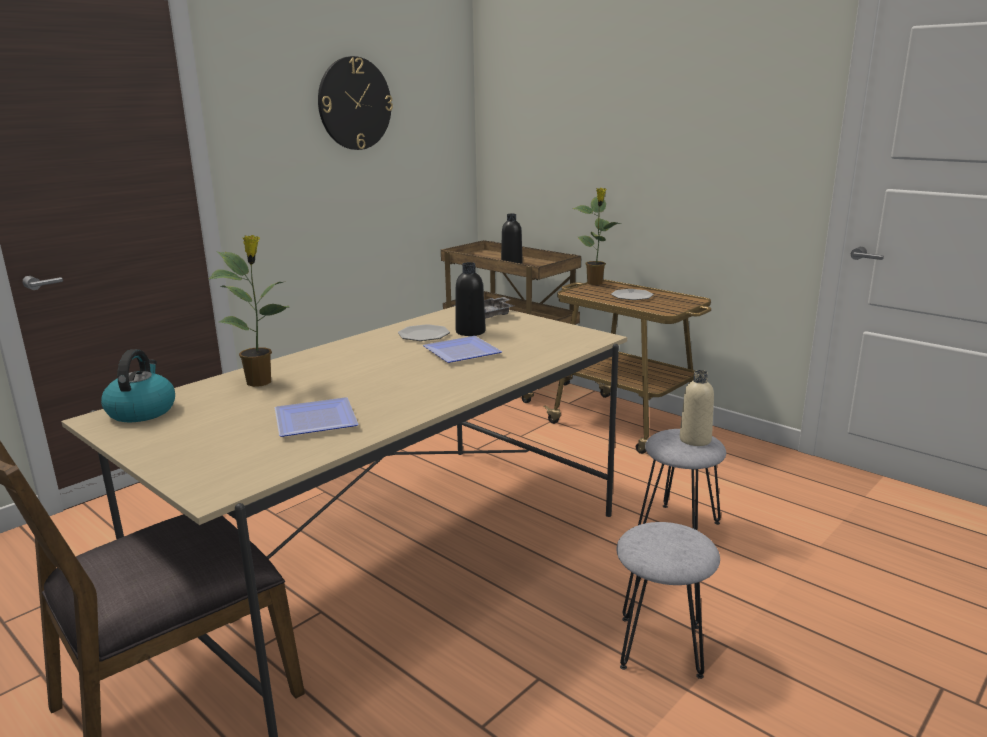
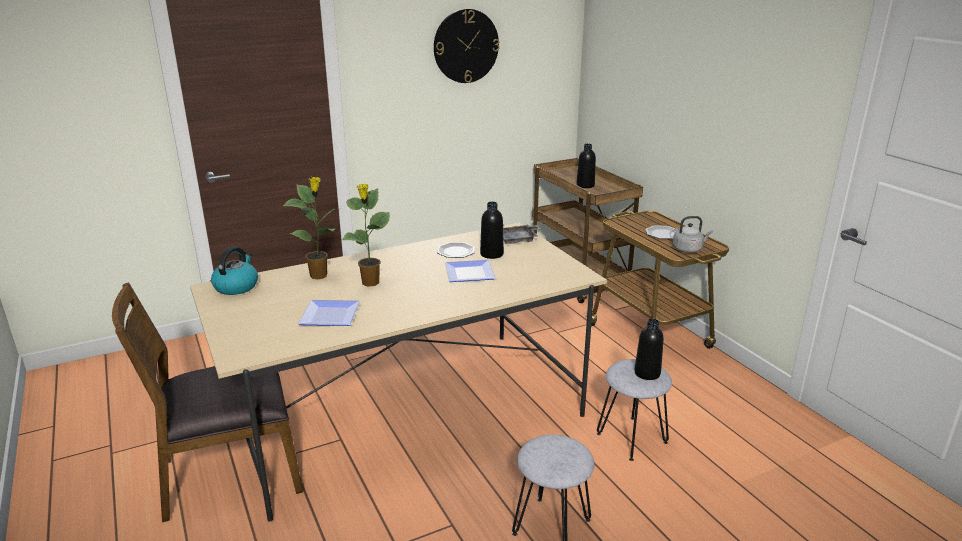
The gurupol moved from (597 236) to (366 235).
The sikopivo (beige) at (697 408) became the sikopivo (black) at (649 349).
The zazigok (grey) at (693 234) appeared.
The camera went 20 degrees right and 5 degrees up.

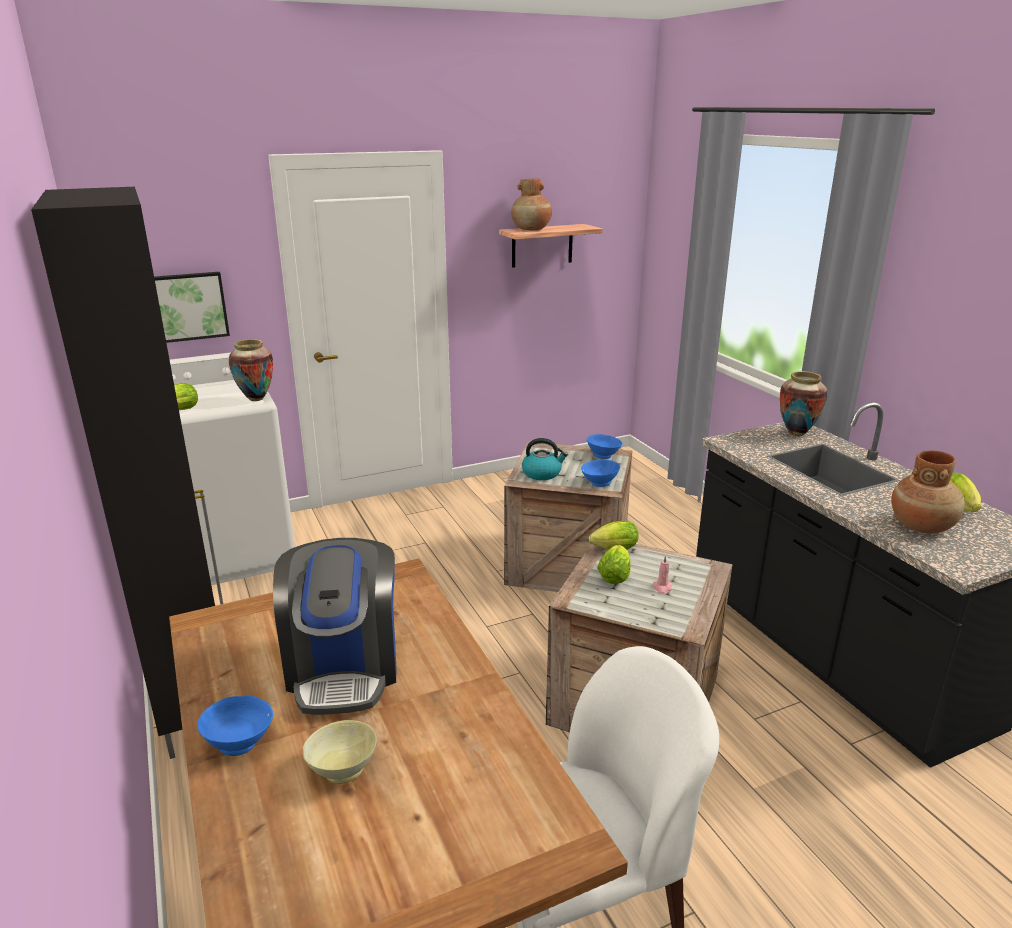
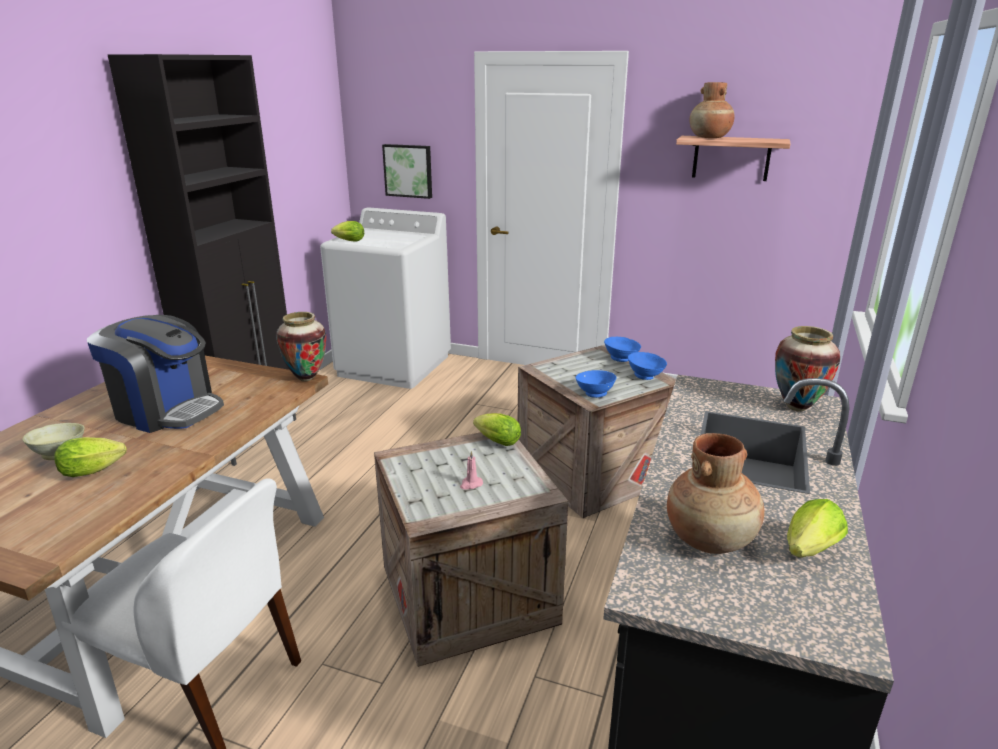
The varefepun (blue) moved from (235 726) to (622 349).
The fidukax moved from (251 370) to (301 346).
The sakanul at (334 626) turned 105 degrees counterclockwise.
The zazigok at (545 459) disappeared.
The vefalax moved from (613 564) to (90 457).
The camera went 45 degrees right and 0 degrees up.

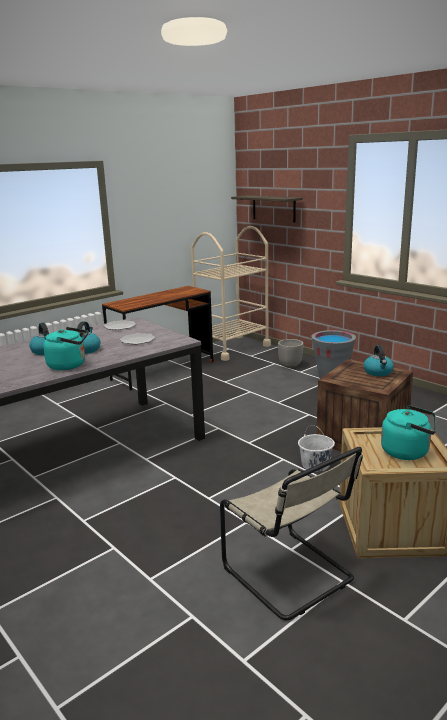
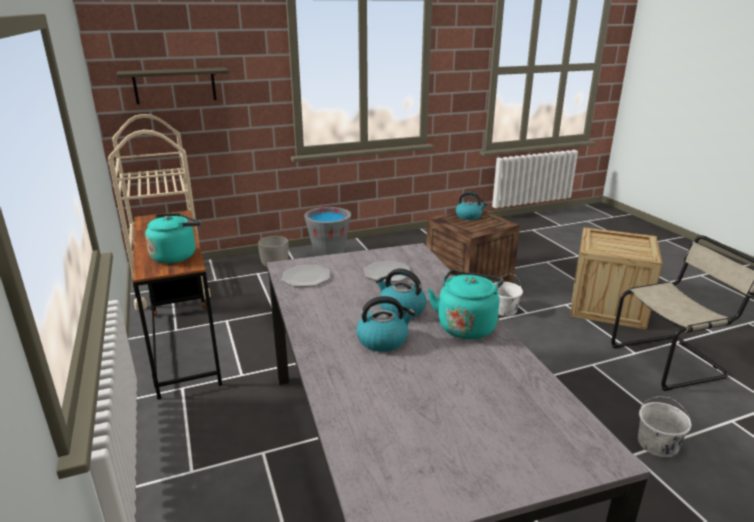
The zazigok (turquoise) moved from (408 432) to (173 238).
The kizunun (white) at (665 427) appeared.
The camera went 70 degrees left and 5 degrees up.

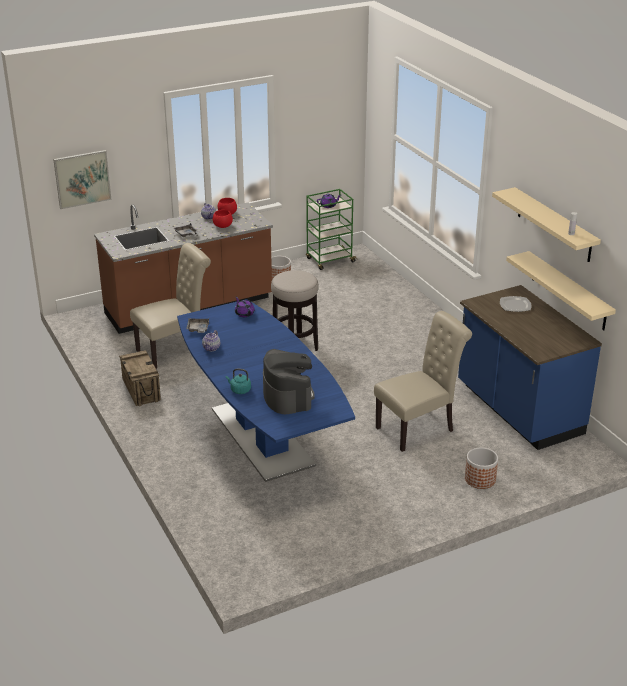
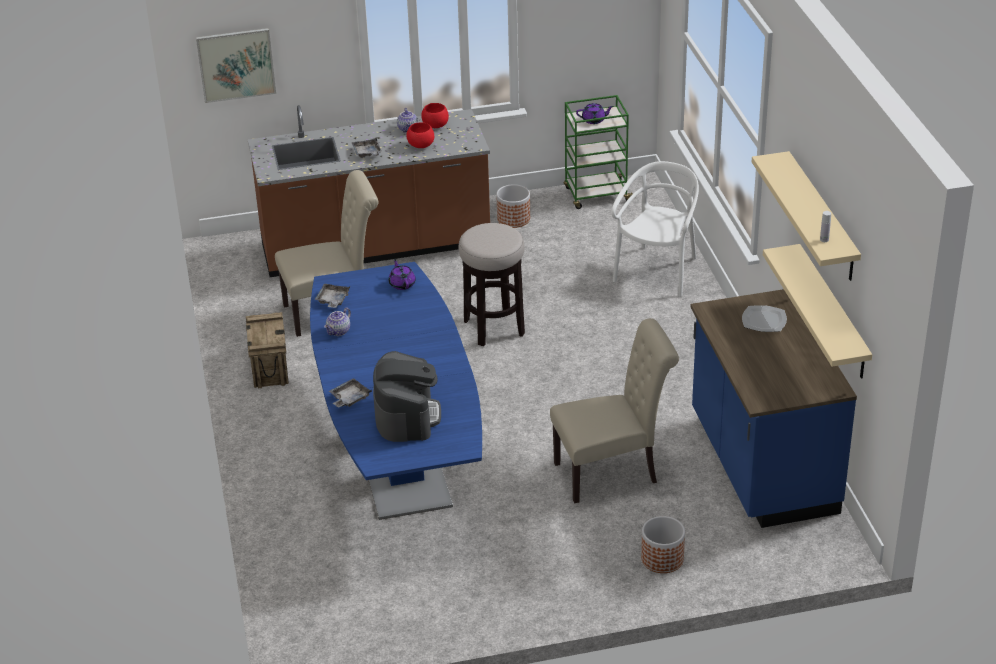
The zazigok (turquoise) at (238 381) was replaced by the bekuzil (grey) at (350 393).
The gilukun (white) at (655 229) appeared.
The camera went 15 degrees right and 5 degrees up.

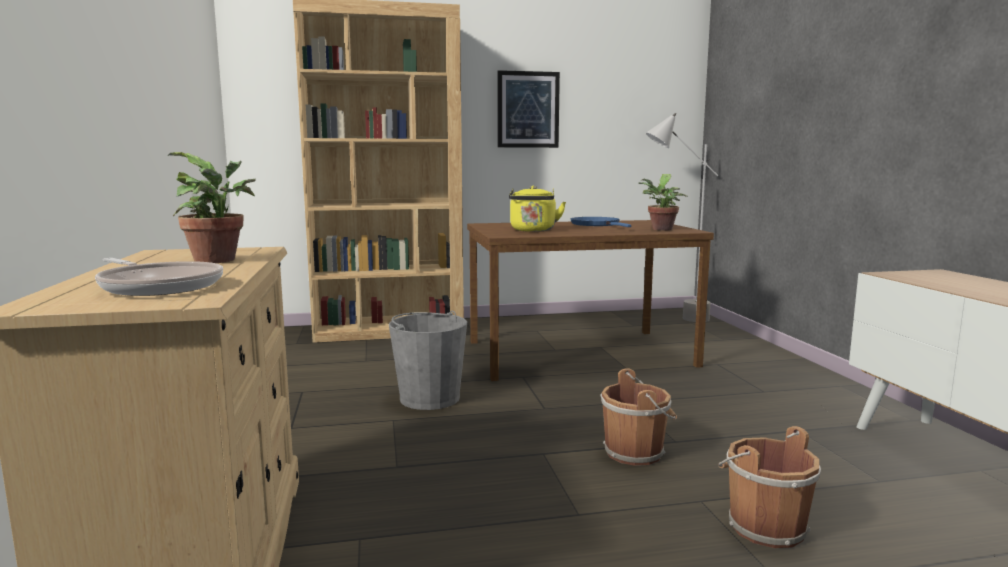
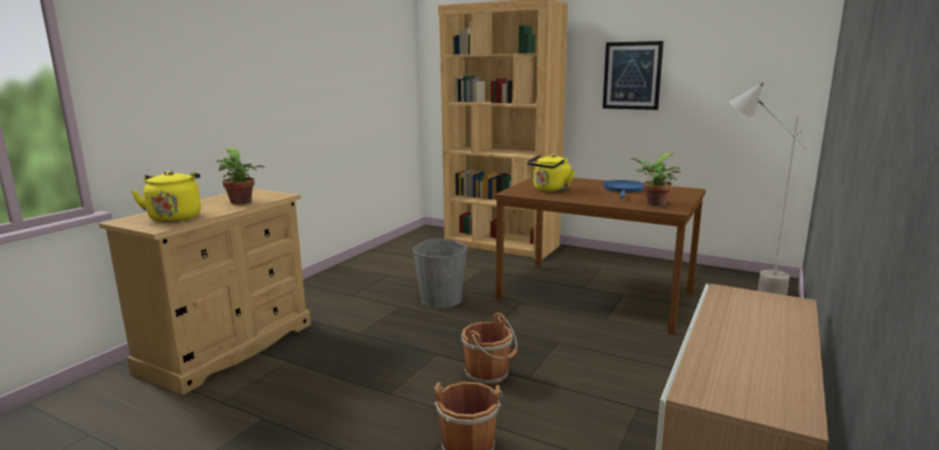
The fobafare at (159 277) was replaced by the zazigok (yellow) at (166 196).
The camera went 40 degrees right and 5 degrees up.

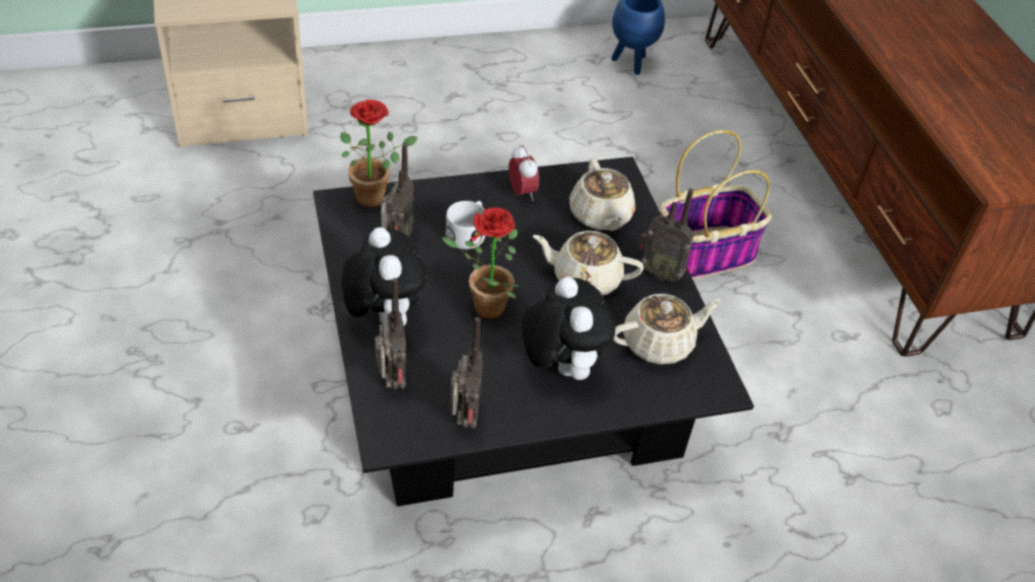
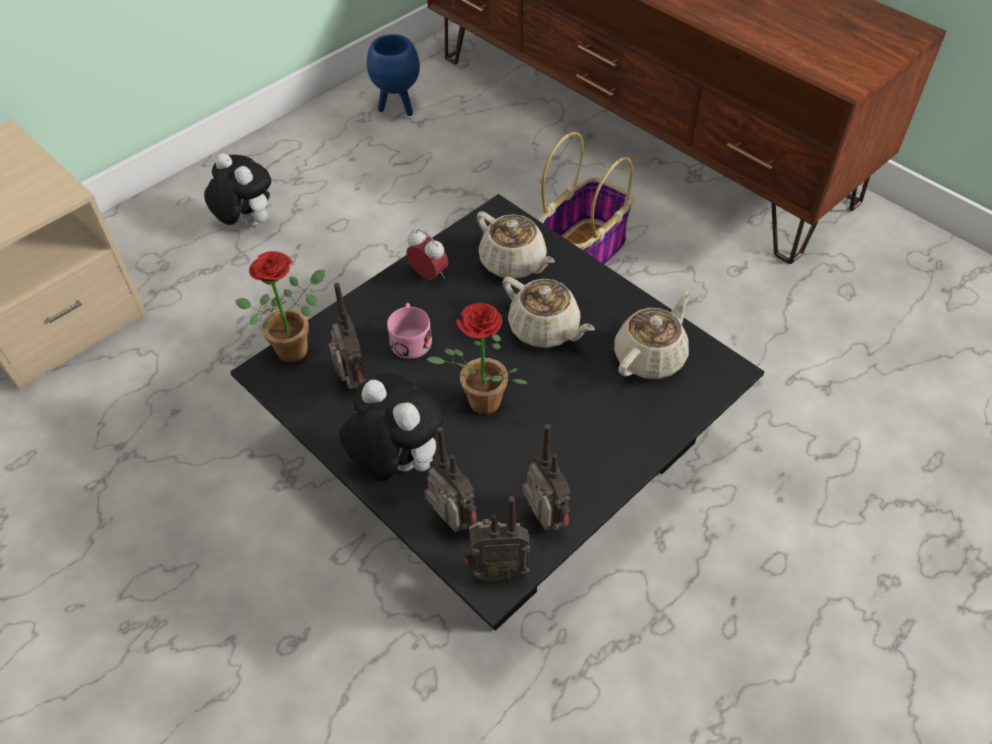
The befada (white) at (465 225) became the befada (pink) at (409 331).
The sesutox moved from (568 328) to (237 190).
The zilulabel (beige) at (588 263) turned 120 degrees counterclockwise.
The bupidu moved from (666 235) to (497 539).
The camera went 25 degrees left and 5 degrees up.

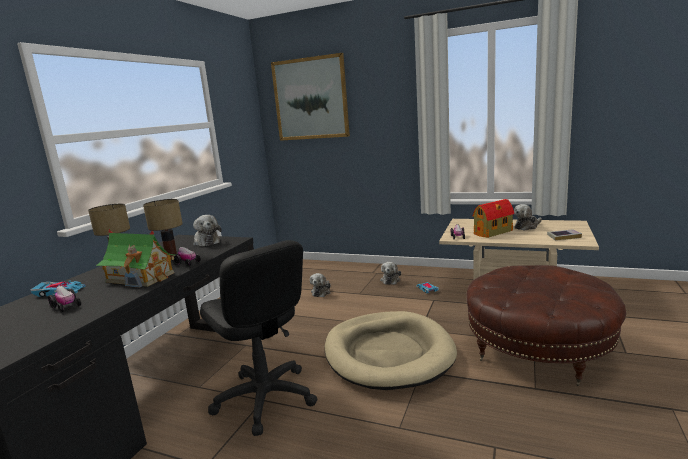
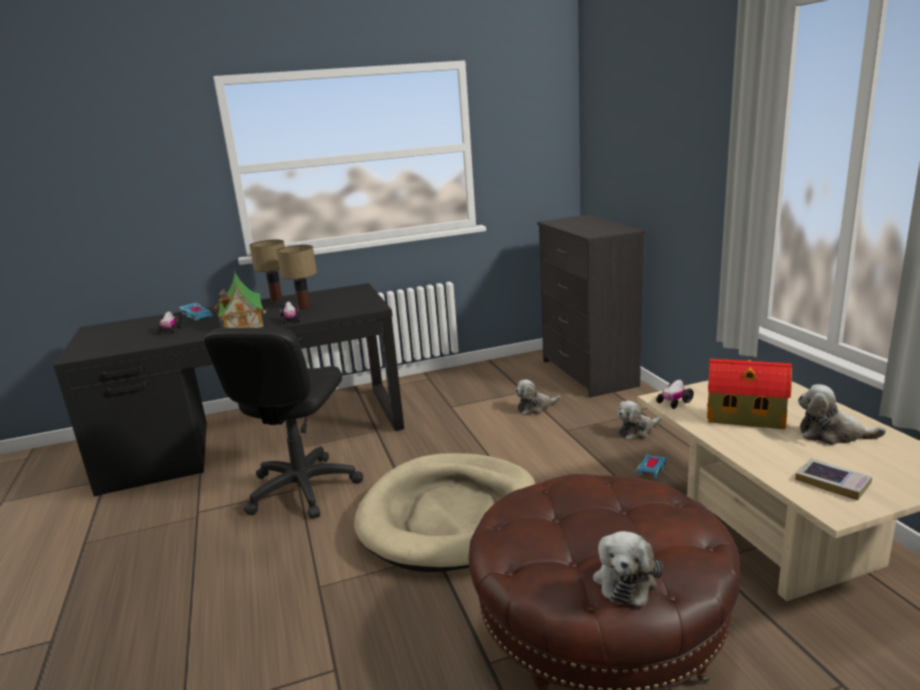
The sesutox moved from (207 231) to (628 568).
The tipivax at (310 97) disappeared.
The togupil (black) at (591 306) appeared.
The camera went 50 degrees right and 5 degrees up.

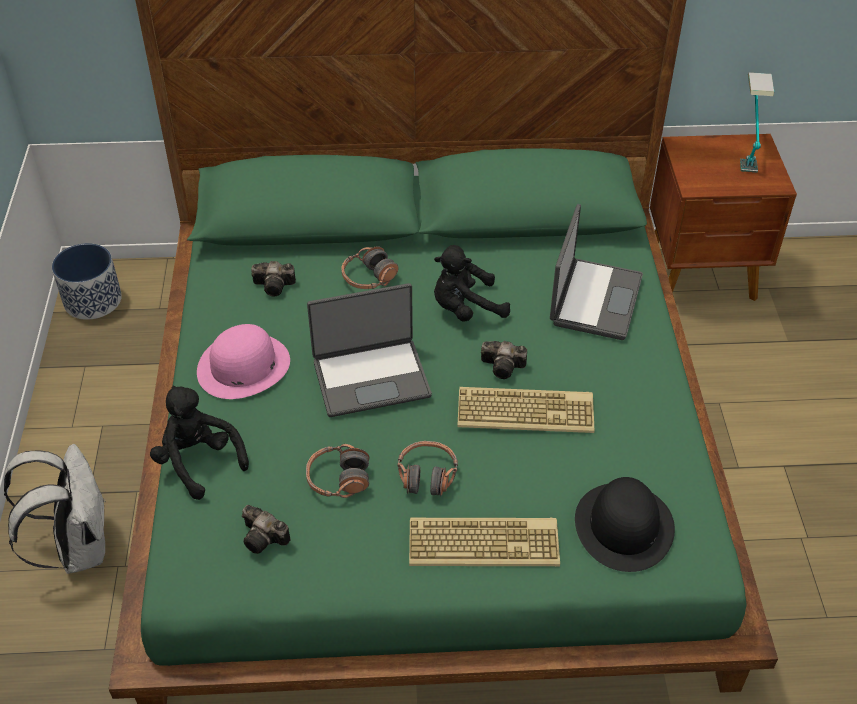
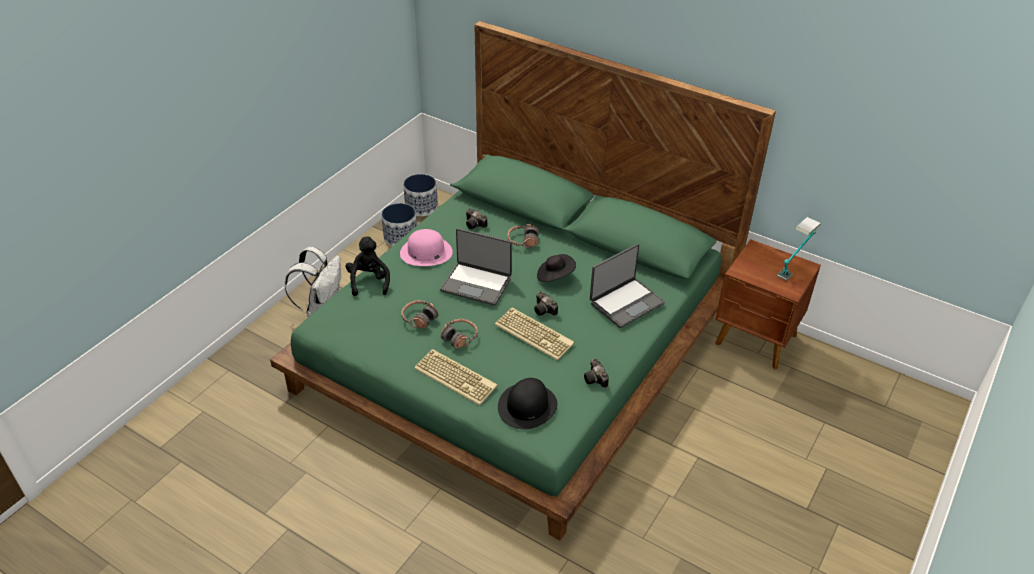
The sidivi moved from (266 529) to (596 373).
The sesutox (black) at (472 283) was replaced by the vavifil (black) at (556 268).
The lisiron at (399 224) appeared.
The camera went 35 degrees right and 5 degrees down.

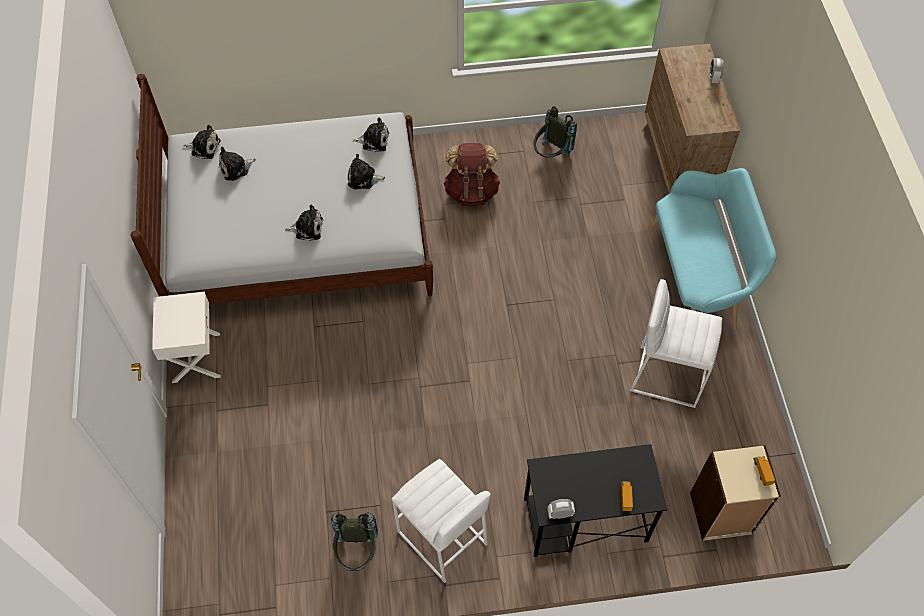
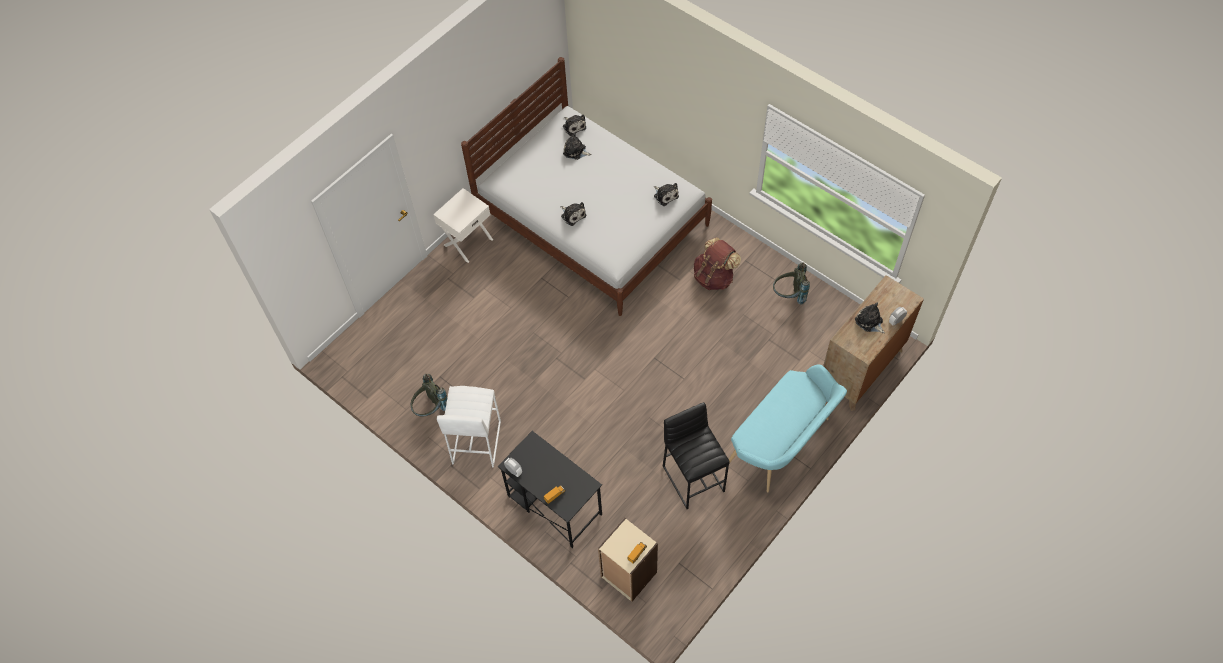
The sesutox moved from (366 171) to (870 317).
The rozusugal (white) at (676 343) became the rozusugal (black) at (696 455).
The camera went 50 degrees right and 0 degrees up.

